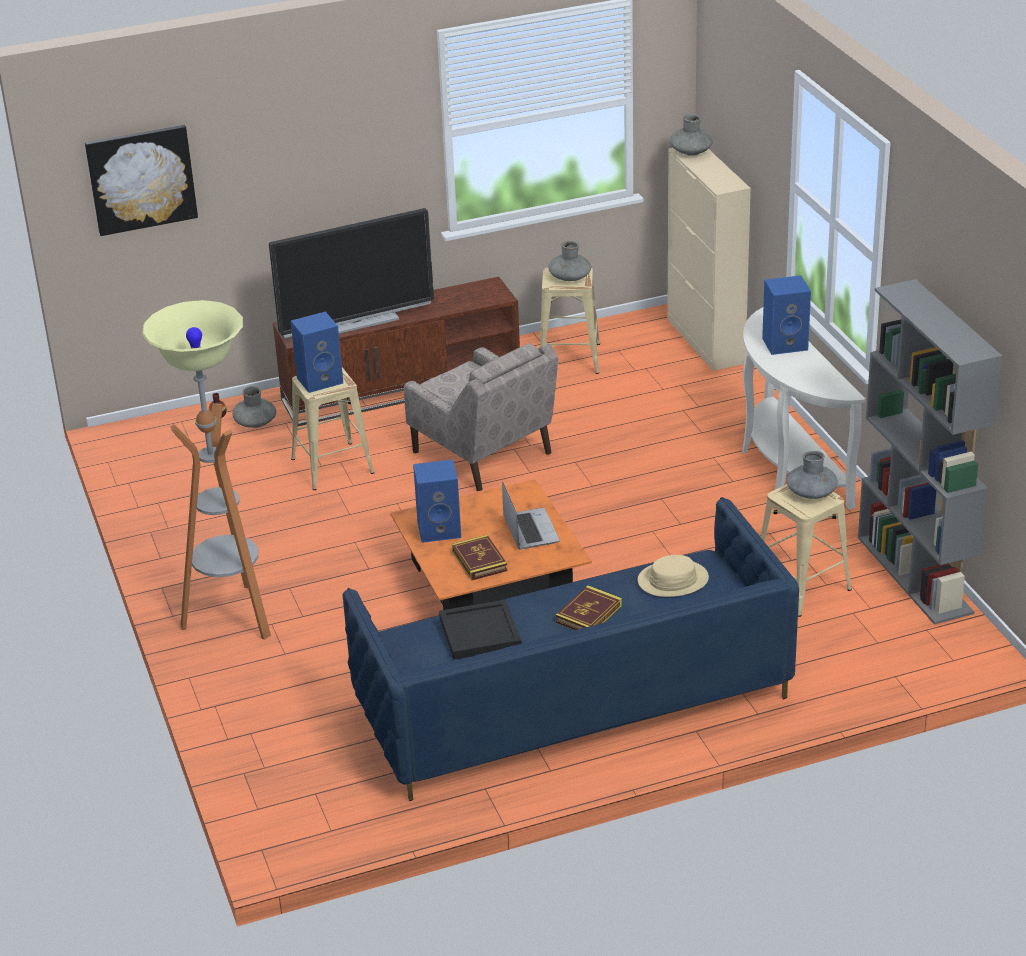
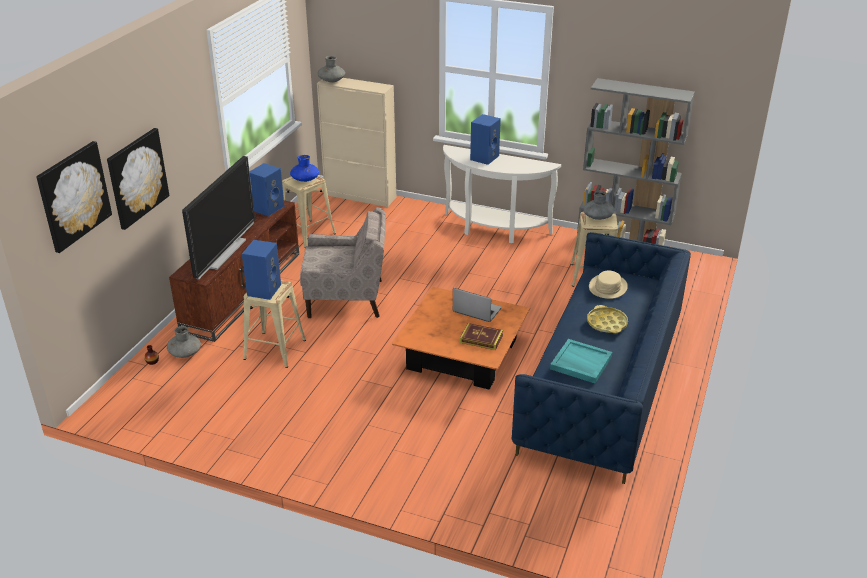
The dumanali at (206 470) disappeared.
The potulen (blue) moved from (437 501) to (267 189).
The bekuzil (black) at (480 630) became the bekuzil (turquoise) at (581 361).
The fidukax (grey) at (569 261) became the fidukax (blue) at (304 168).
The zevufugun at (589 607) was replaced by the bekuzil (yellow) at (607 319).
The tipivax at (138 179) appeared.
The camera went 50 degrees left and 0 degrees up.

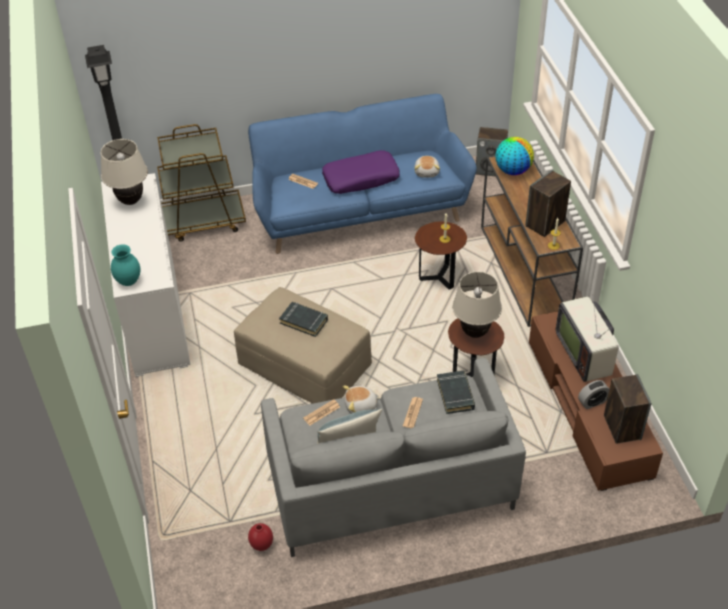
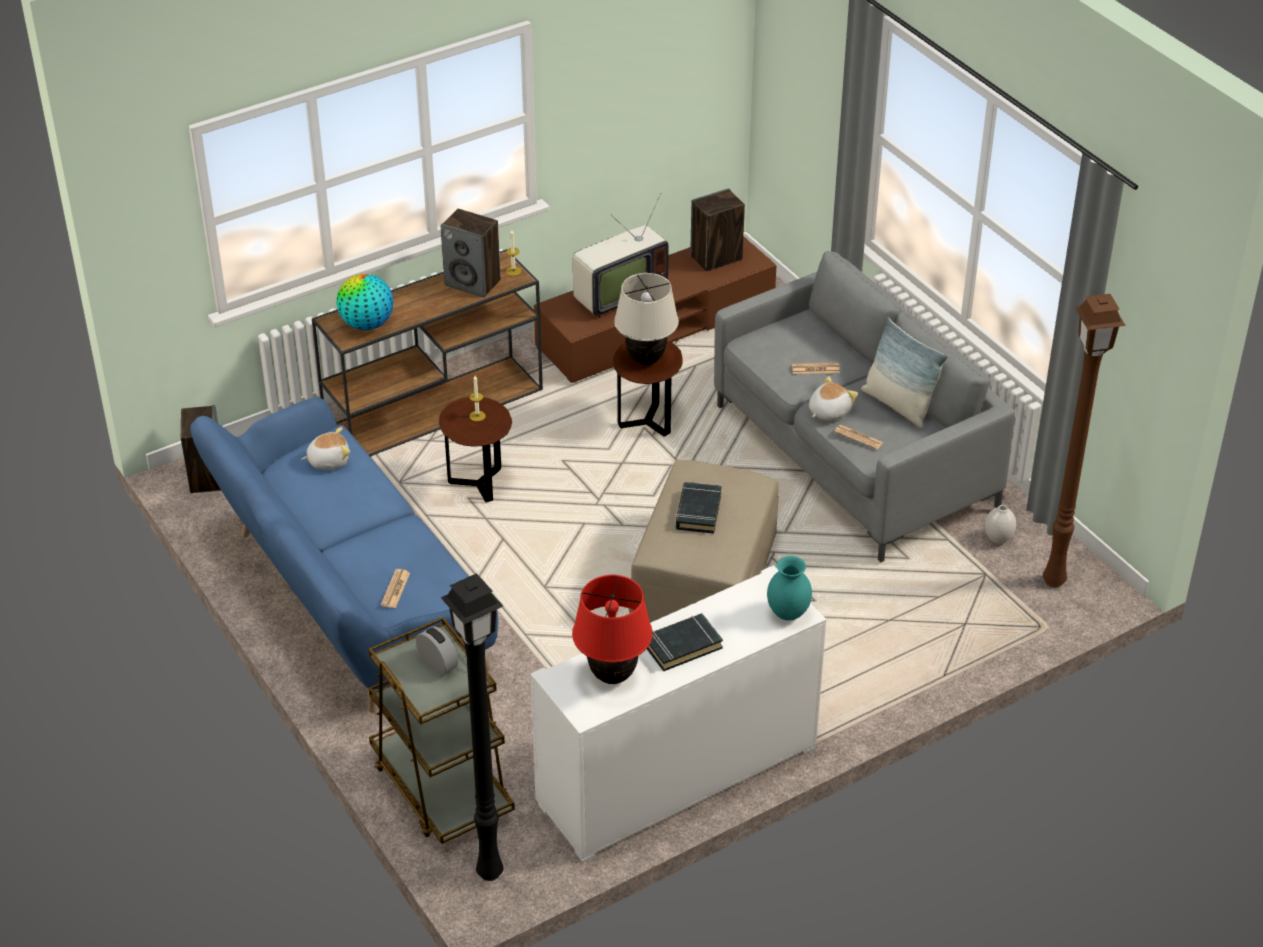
The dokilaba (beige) at (124 172) became the dokilaba (red) at (612 629).
The fidukax (red) at (260 537) became the fidukax (white) at (1000 524).
The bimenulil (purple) at (361 172) disappeared.
The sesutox at (362 400) turned 105 degrees counterclockwise.
The zevufugun (black) moved from (456 392) to (685 642).
The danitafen moved from (593 394) to (437 651).
The dumanali (brown) at (1084 441) appeared.
The camera went 110 degrees left and 5 degrees down.

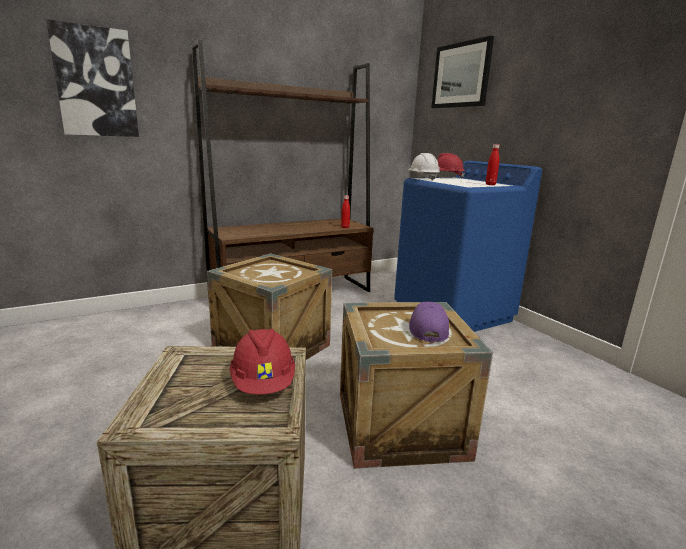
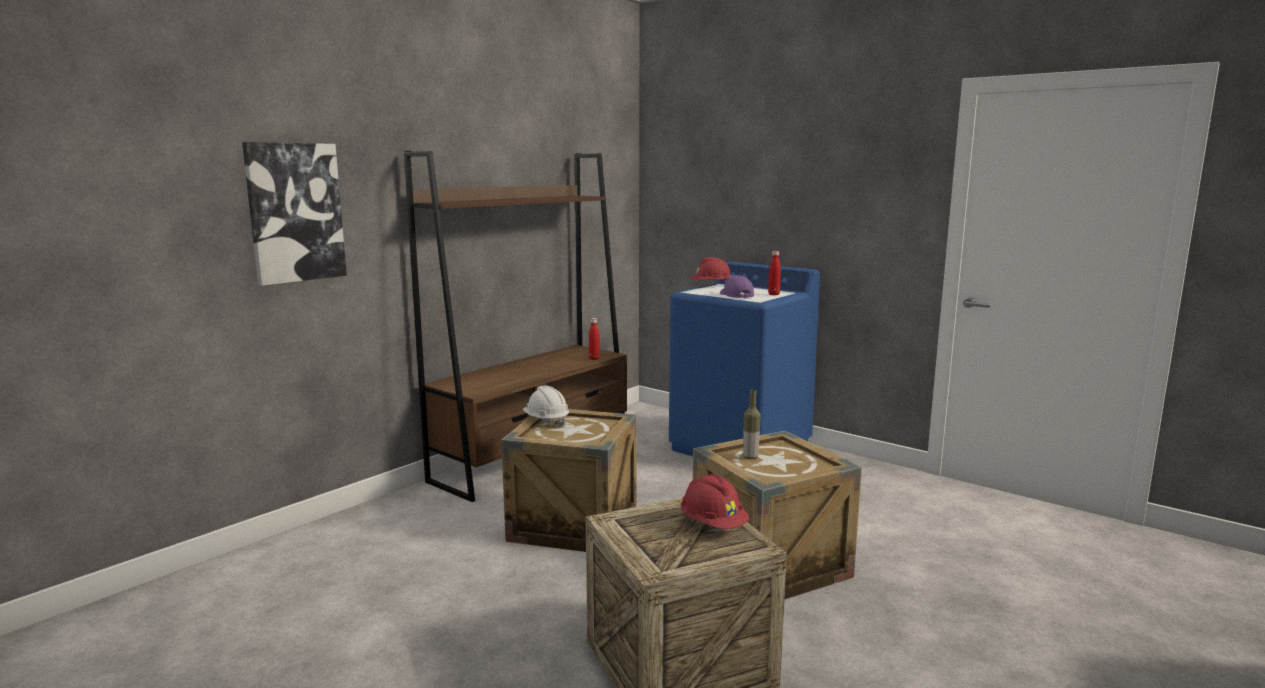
The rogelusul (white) moved from (424 166) to (546 406).
The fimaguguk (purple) moved from (429 322) to (737 286).
The tipivax at (462 72) disappeared.
The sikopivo at (752 424) appeared.
The camera went 20 degrees left and 5 degrees down.

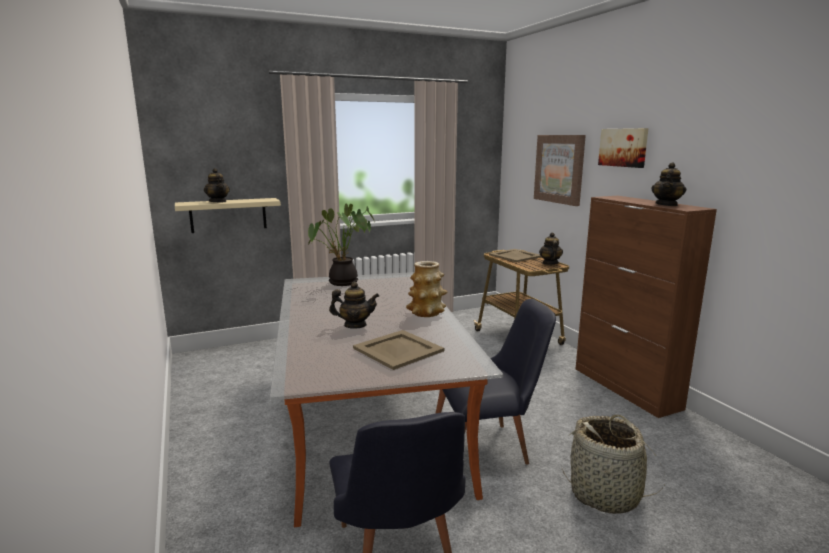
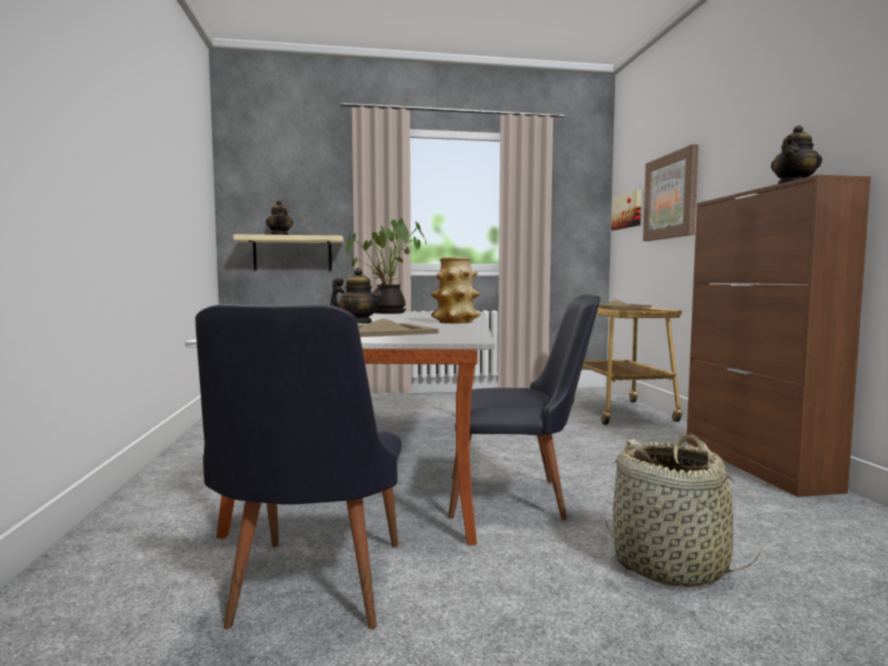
The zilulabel at (551 248) disappeared.
The tipivax moved from (623 148) to (626 210).
The camera went 15 degrees right and 10 degrees down.

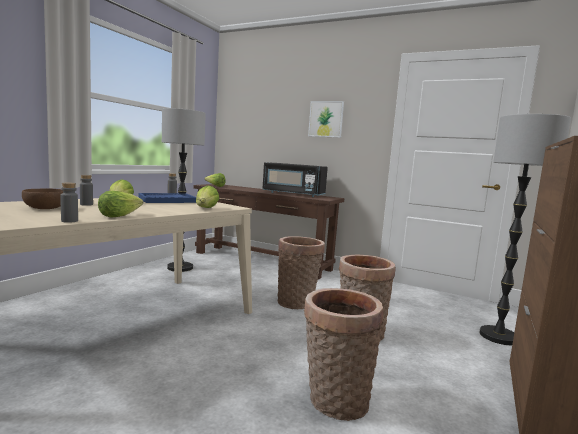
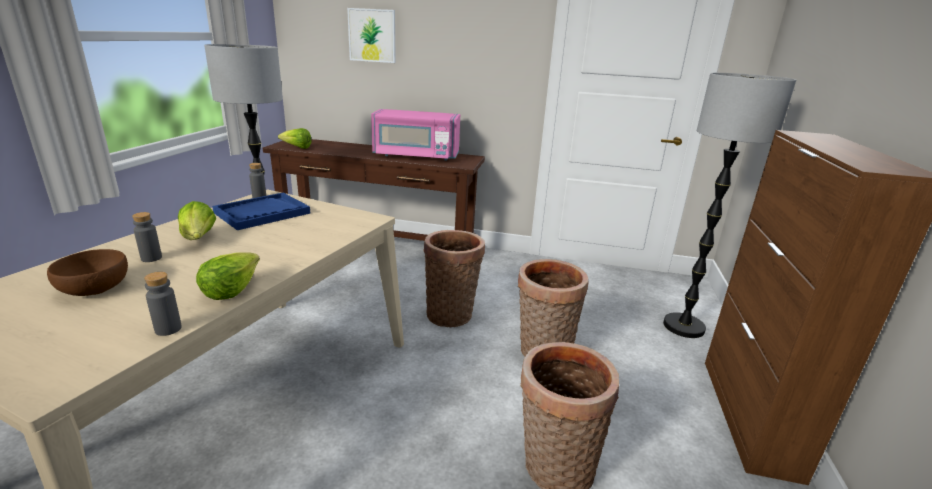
The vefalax at (207 197) disappeared.
The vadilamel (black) at (295 179) became the vadilamel (pink) at (415 135).
The tipivax moved from (326 119) to (371 35).
The camera went 15 degrees left and 15 degrees up.

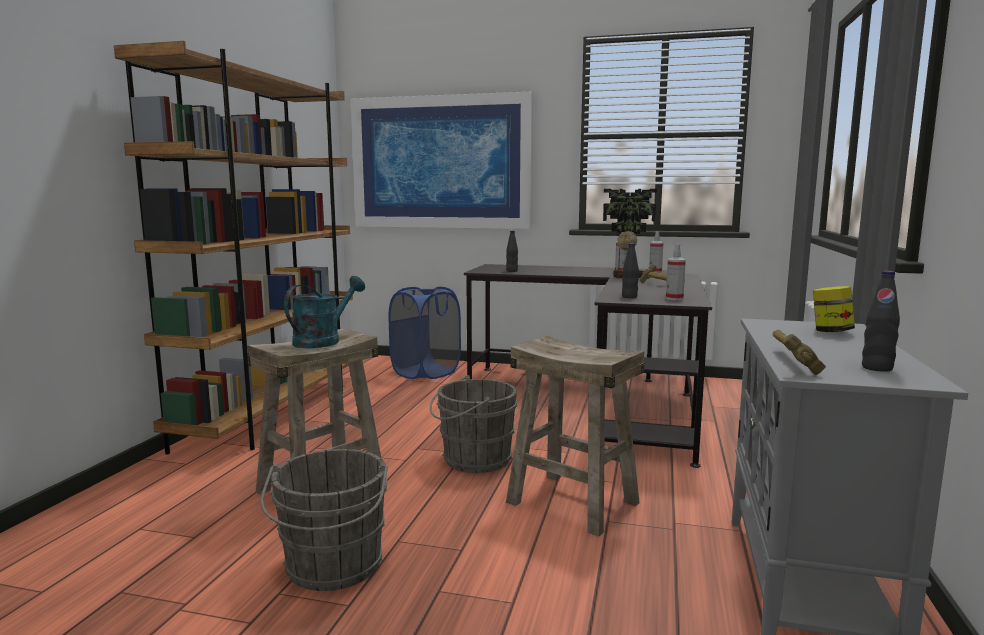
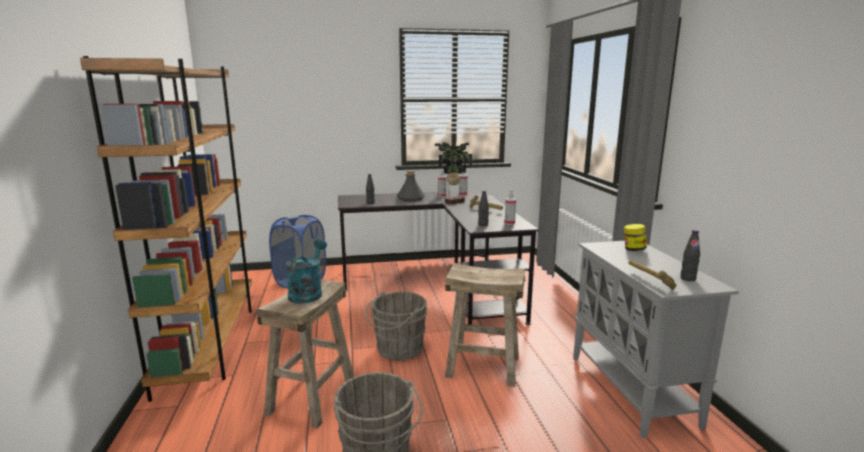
The tipivax at (442 160) disappeared.
The sikopivo (grey) at (411 185) appeared.
The camera went 25 degrees left and 5 degrees up.

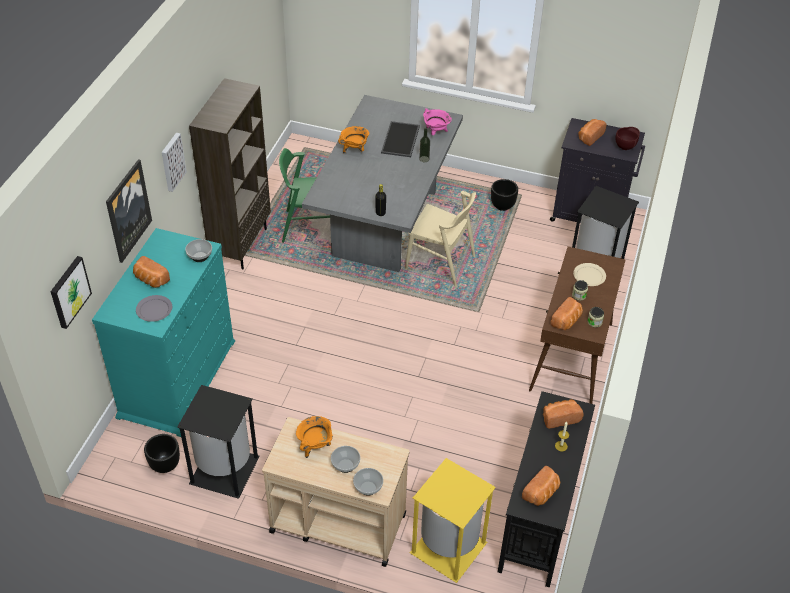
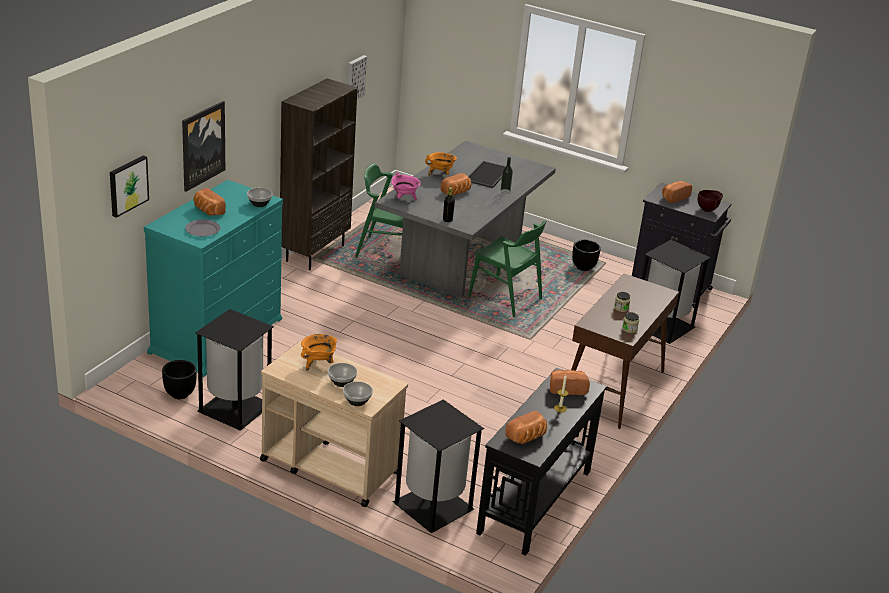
The tipivax moved from (174 162) to (357 77).
The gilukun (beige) at (440 239) became the gilukun (green) at (507 269).
The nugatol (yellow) at (453 520) became the nugatol (black) at (438 466).
The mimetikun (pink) moved from (437 121) to (406 186).
The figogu moved from (566 313) to (456 184).
The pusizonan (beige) at (589 274) disappeared.
The camera went 10 degrees right and 15 degrees down.

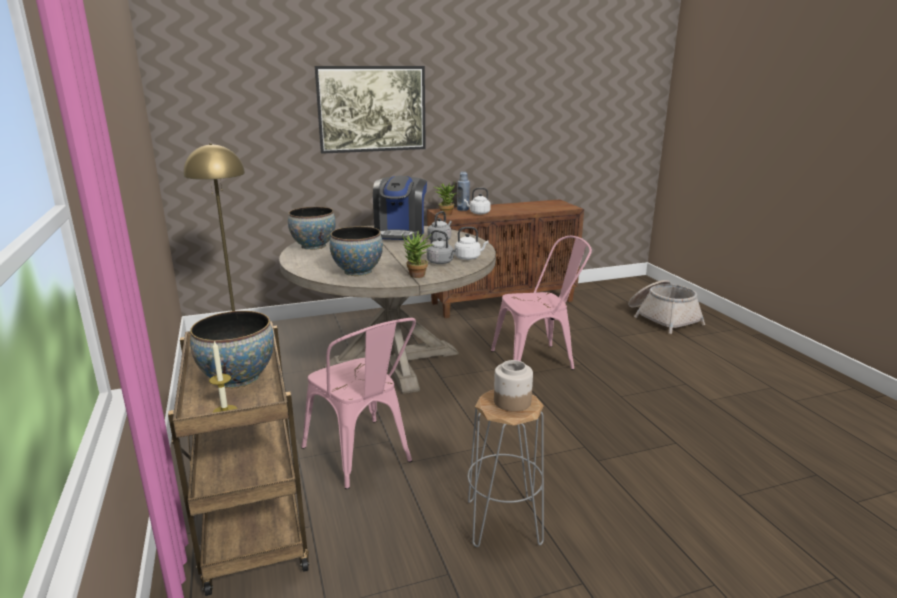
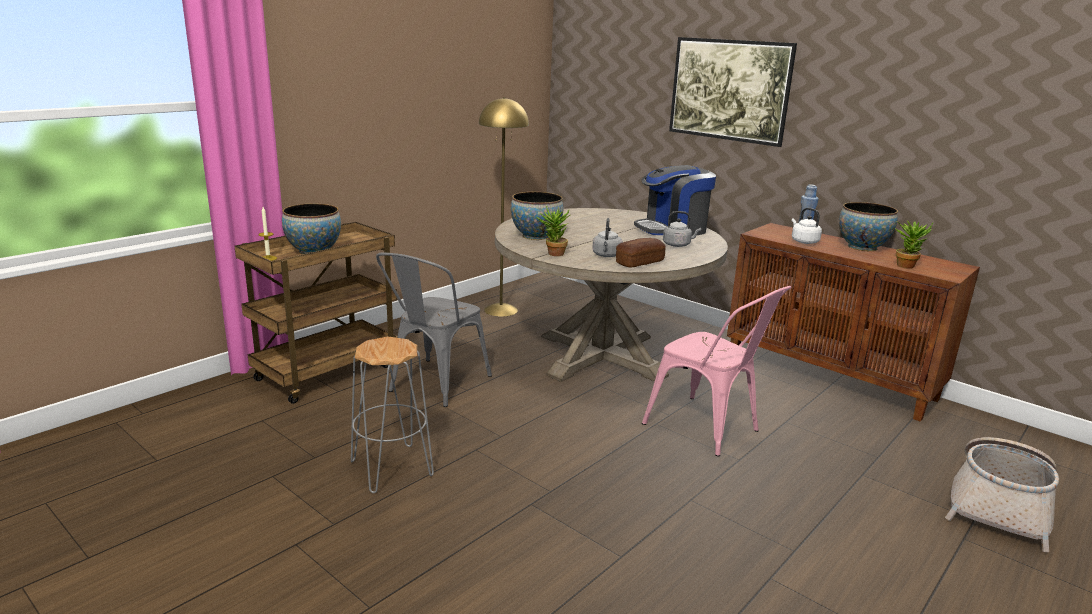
The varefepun moved from (312 228) to (868 226).
The gilukun (pink) at (358 403) became the gilukun (grey) at (434 330).
The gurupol moved from (446 199) to (913 244).
The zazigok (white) at (471 243) was replaced by the figogu at (641 252).
The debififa at (513 386) disappeared.
The camera went 60 degrees right and 0 degrees up.

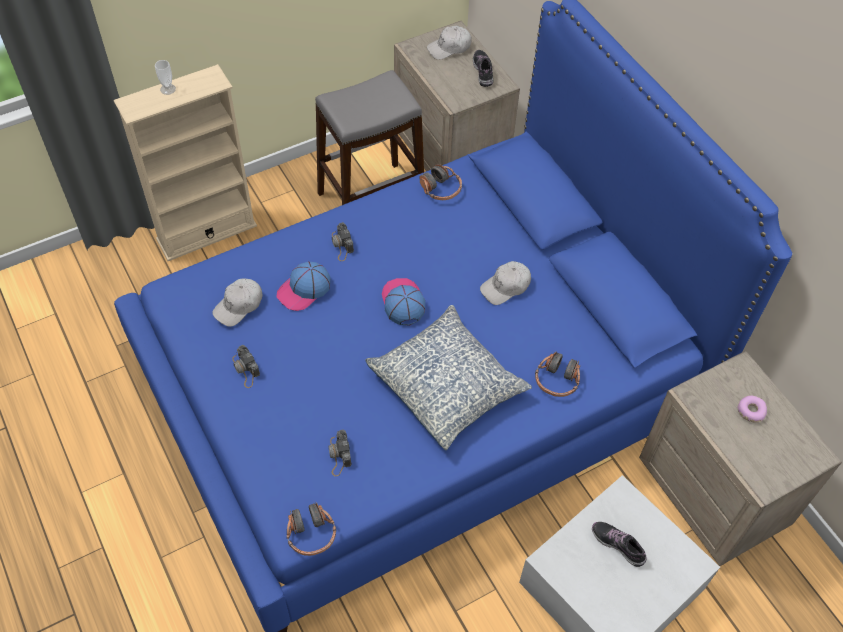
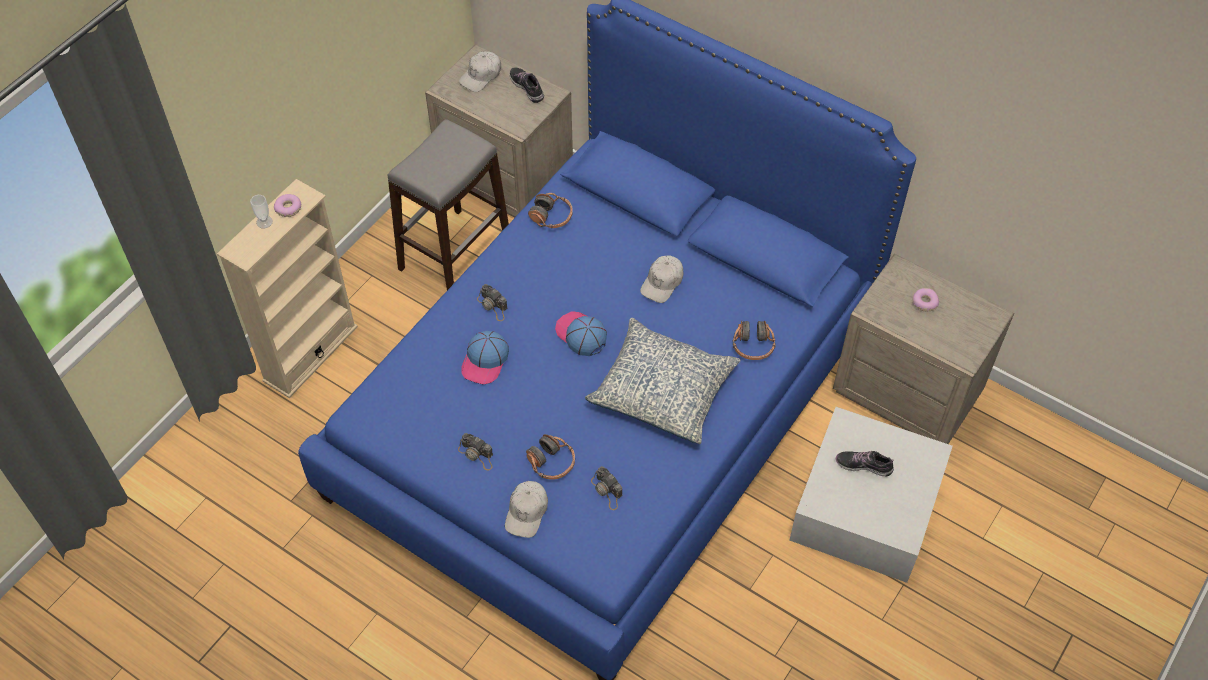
The fimaguguk (white) moved from (237 302) to (526 509).
The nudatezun moved from (311 529) to (550 457).
The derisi at (287 205) appeared.
The camera went 25 degrees left and 0 degrees up.

